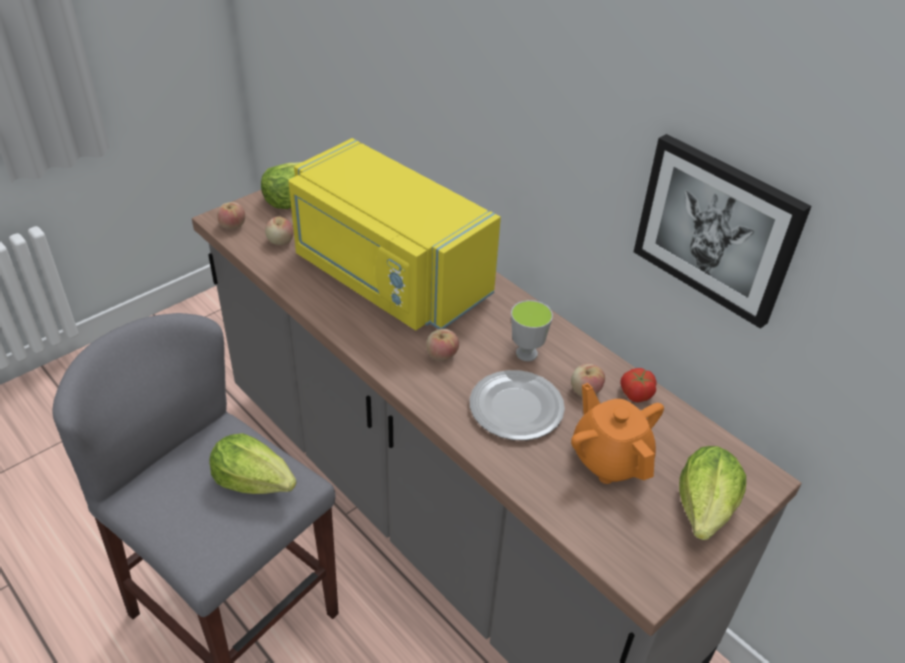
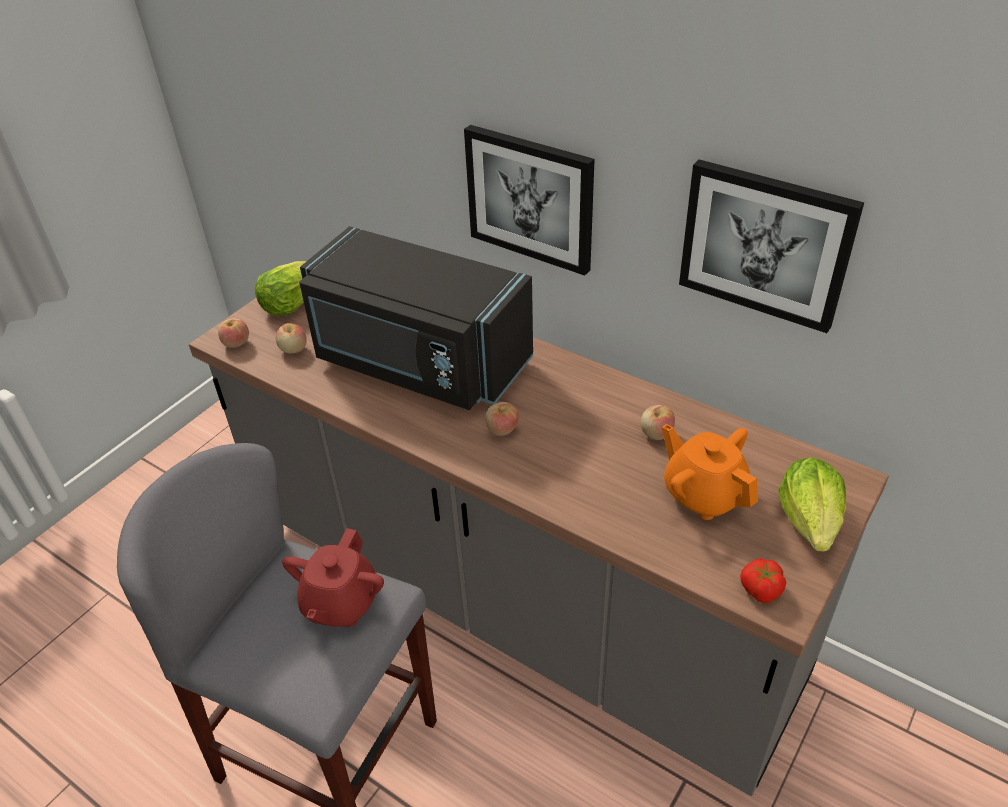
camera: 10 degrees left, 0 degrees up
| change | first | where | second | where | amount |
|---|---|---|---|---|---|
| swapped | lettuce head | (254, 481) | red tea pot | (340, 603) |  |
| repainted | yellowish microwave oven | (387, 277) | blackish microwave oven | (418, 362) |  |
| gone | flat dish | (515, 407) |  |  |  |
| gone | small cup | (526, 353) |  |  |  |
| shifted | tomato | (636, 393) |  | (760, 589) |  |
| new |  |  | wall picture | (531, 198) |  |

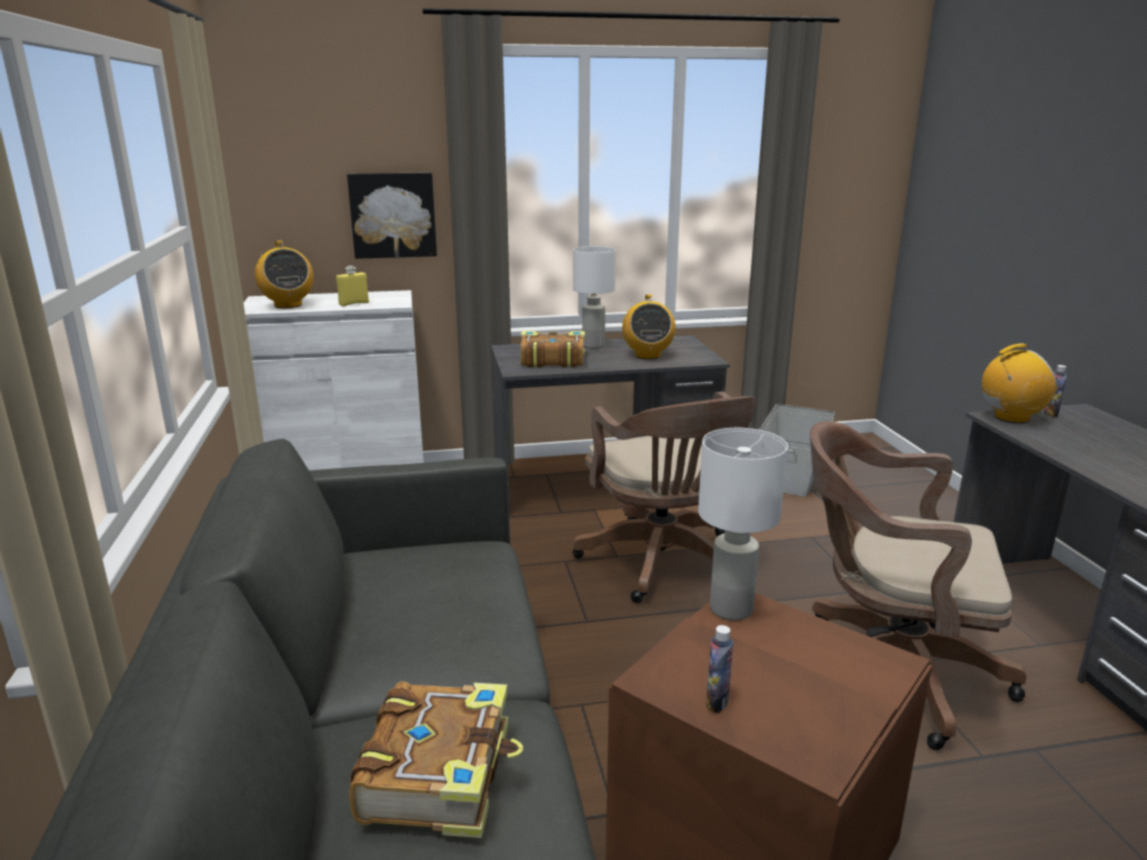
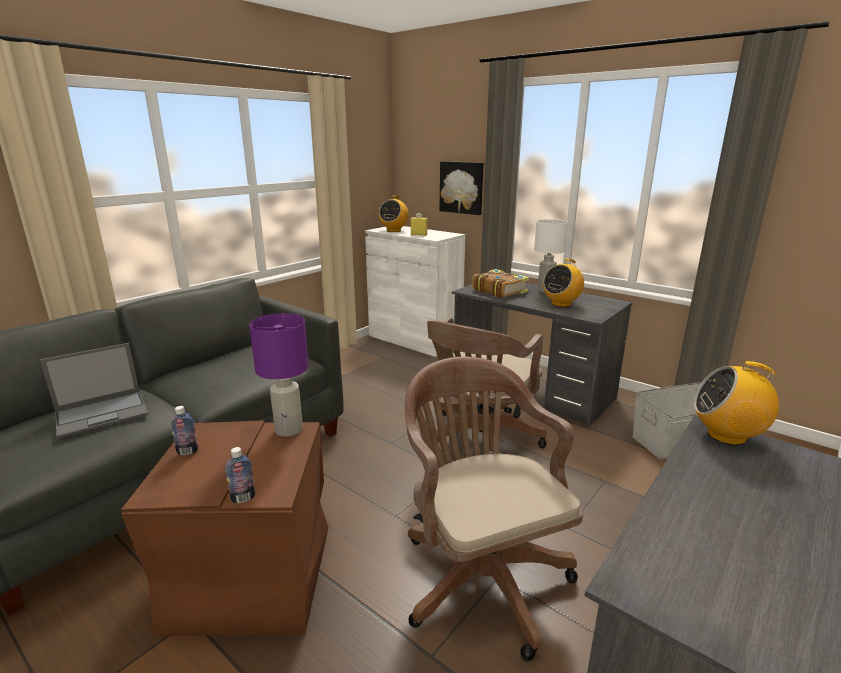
camera: 50 degrees right, 0 degrees up
| change | first | where | second | where | amount |
|---|---|---|---|---|---|
| swapped | bound book | (440, 773) | notebook computer | (103, 413) |  |
| repainted | whitish lamp for a table | (732, 609) | purple-coloured lamp for a table | (289, 430) |  |
| rotated | radio receiver | (1011, 417) |  | (727, 436) | 150 degrees clockwise |
| shifted | bottle | (1050, 414) |  | (243, 498) |  |

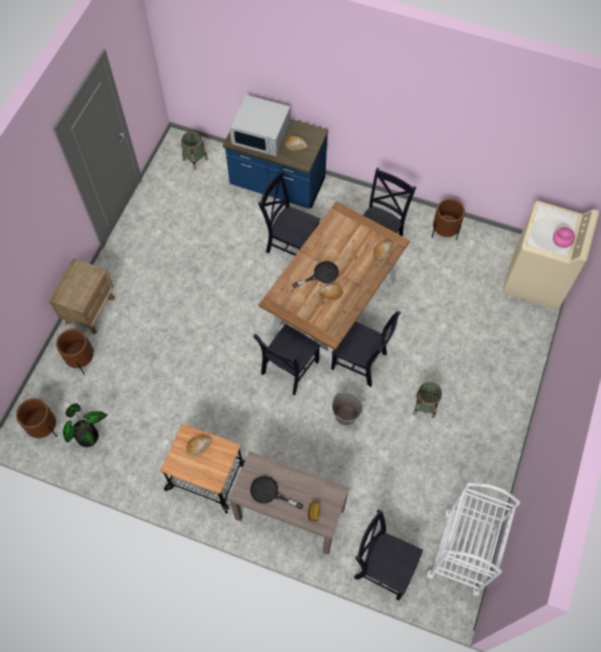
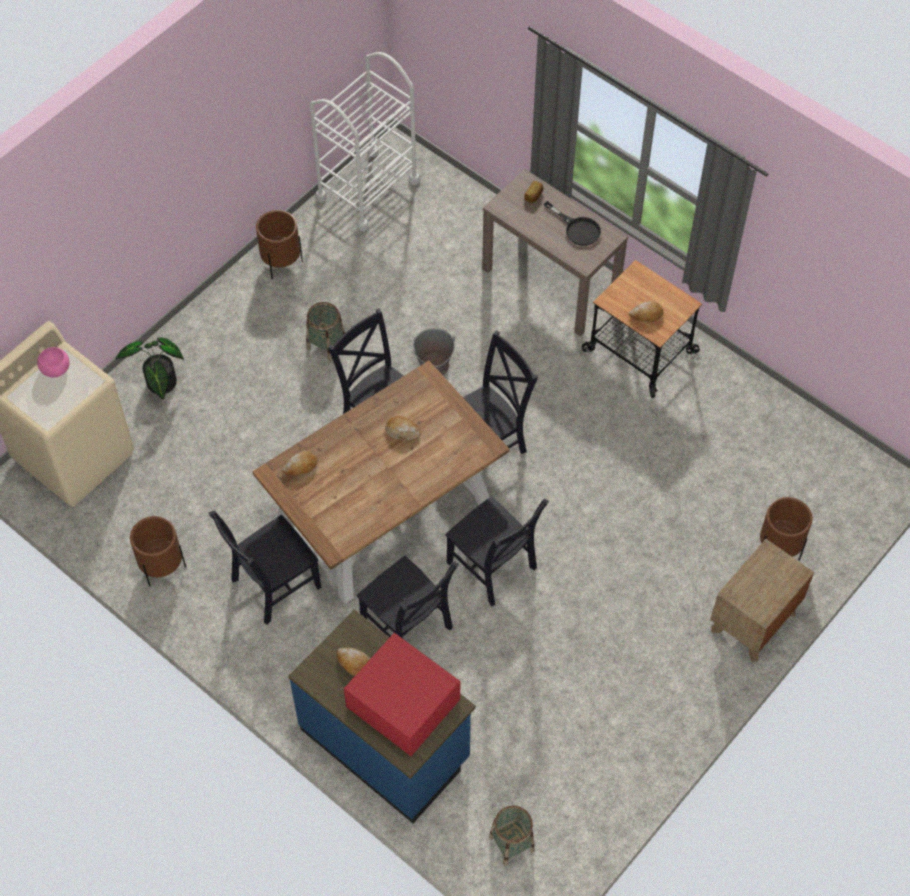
camera: 160 degrees left, 5 degrees down
| change | first | where | second | where | amount |
|---|---|---|---|---|---|
| shifted | brownish plant pot | (45, 428) |  | (281, 263) |  |
| shifted | houseplant | (88, 434) |  | (160, 385) |  |
| repainted | whitish microwave oven | (261, 134) | red microwave oven | (402, 703) |  |
| gone | blackish frying pan | (321, 275) |  |  |  |
| shifted | blackish upright chair | (383, 566) |  | (493, 568) |  |

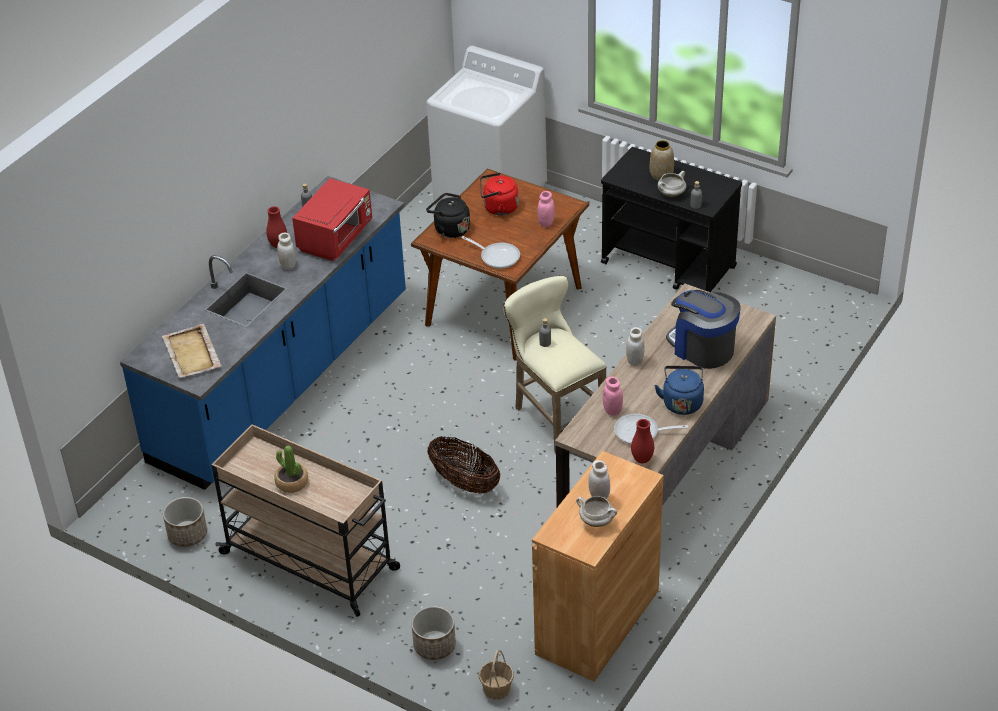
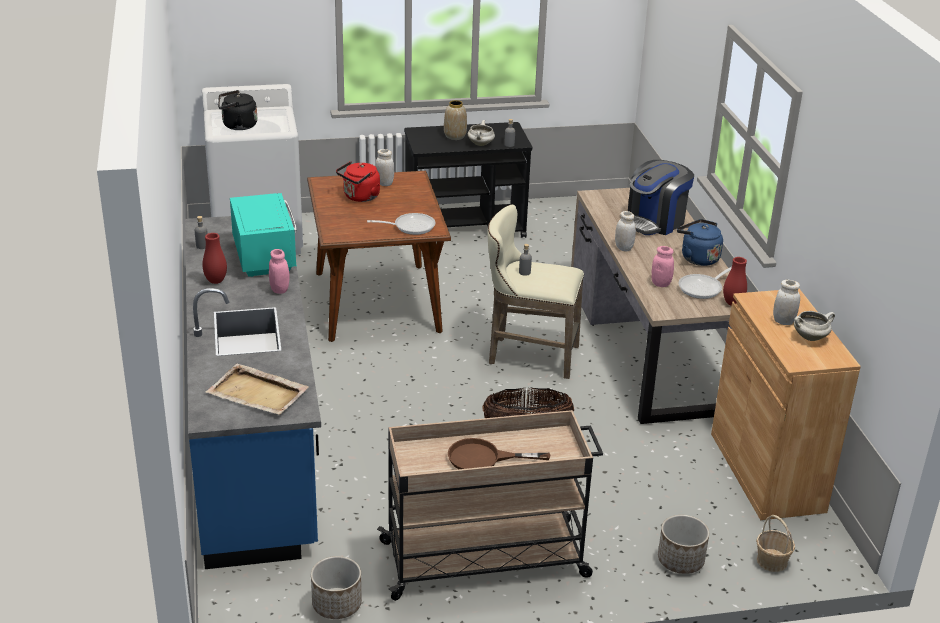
camera: 45 degrees left, 10 degrees down
| change | first | where | second | where | amount |
|---|---|---|---|---|---|
| swapped | houseplant | (291, 482) | brownish frying pan | (484, 458) |  |
| shifted | whitish jar | (288, 265) |  | (384, 183) |  |
| repainted | red microwave oven | (336, 238) | blue-green microwave oven | (265, 256) |  |
| shifted | blackish tea kettle | (449, 229) |  | (237, 126) |  |
| shifted | pink-coloured jar | (546, 223) |  | (279, 289) |  |
| rotated | coffee machine | (702, 348) |  | (655, 222) | 45 degrees counterclockwise |

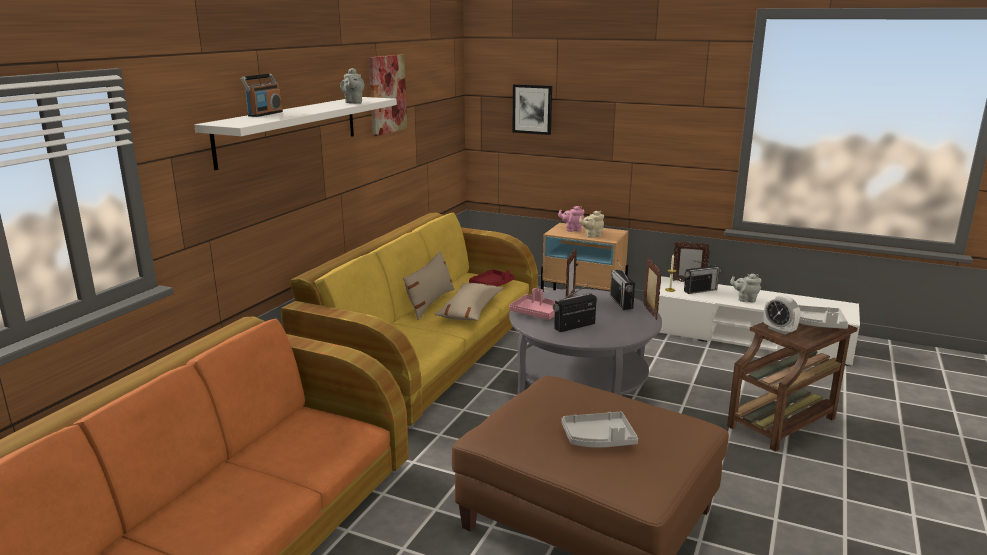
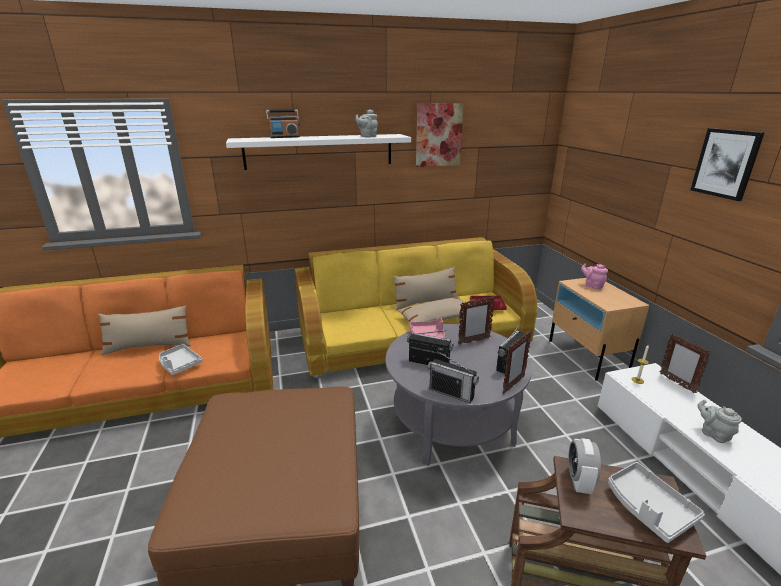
camera: 50 degrees right, 5 degrees up
| change | first | where | second | where | amount |
|---|---|---|---|---|---|
| shifted | wall picture | (532, 109) |  | (726, 163) |  |
| shifted | gray tray | (599, 439) |  | (179, 364) |  |
| gone | sand-coloured tea pot | (592, 235) |  |  |  |
| shifted | radio receiver | (700, 290) |  | (451, 393) |  |
| new |  |  | sand-coloured throw pillow | (149, 346) |  |

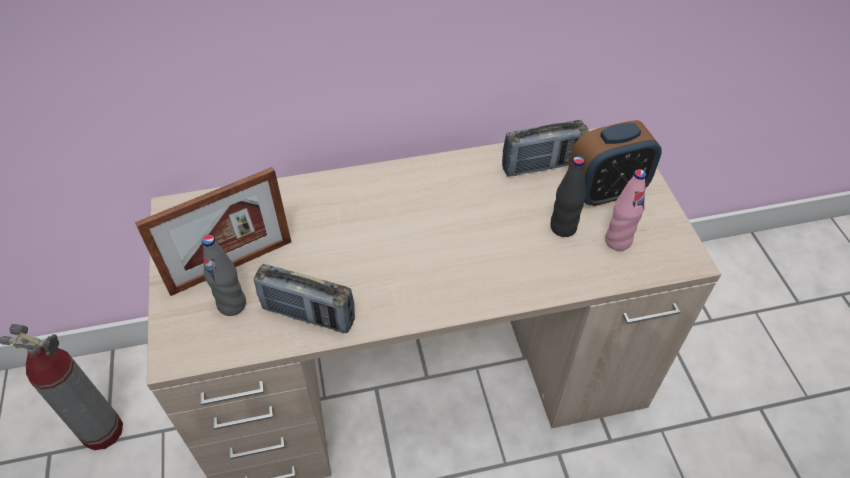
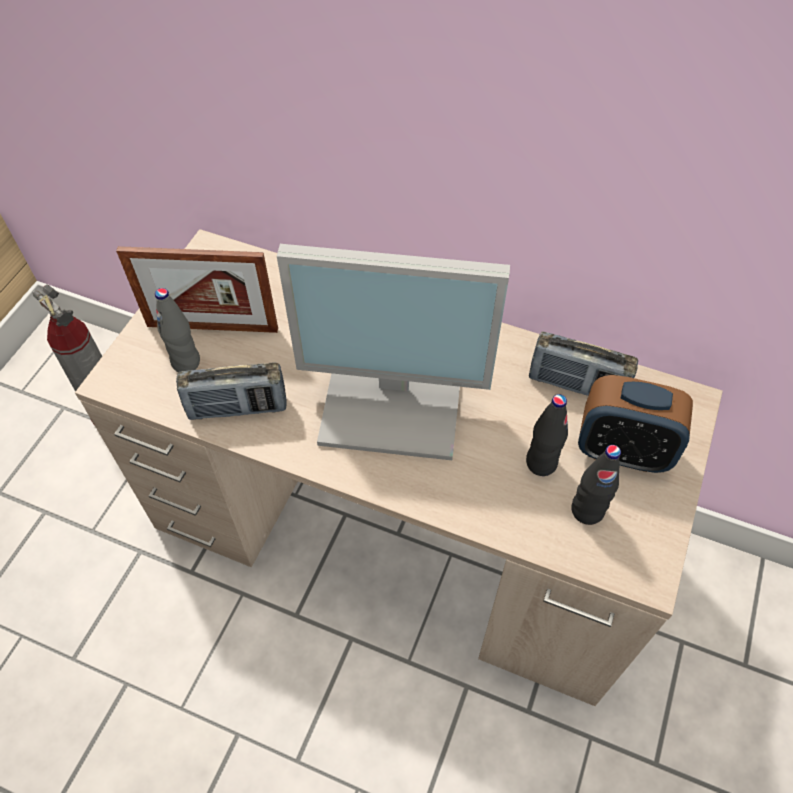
camera: 35 degrees right, 5 degrees up
| change | first | where | second | where | amount |
|---|---|---|---|---|---|
| rotated | radio receiver | (308, 315) |  | (238, 408) | 60 degrees counterclockwise |
| repainted | pink-coloured bottle | (618, 241) | blackish bottle | (587, 510) |  |
| new |  |  | computer screen | (395, 400) |  |

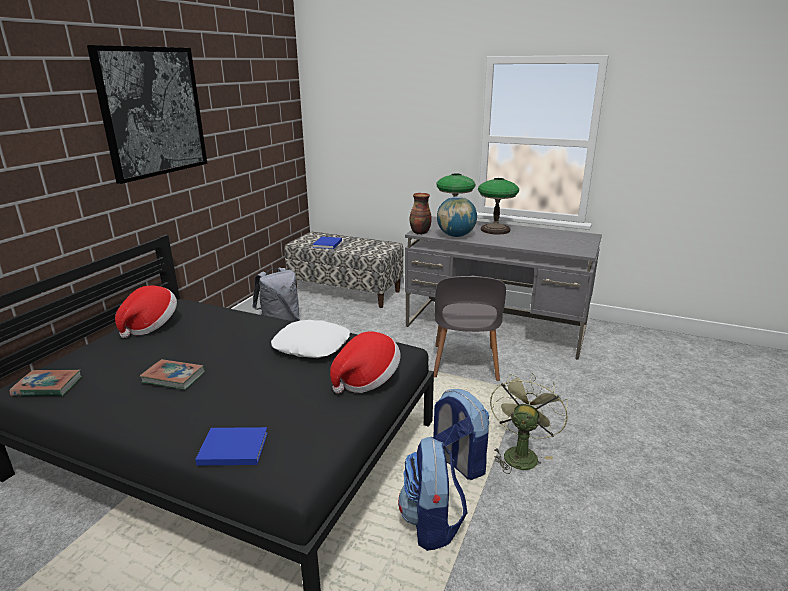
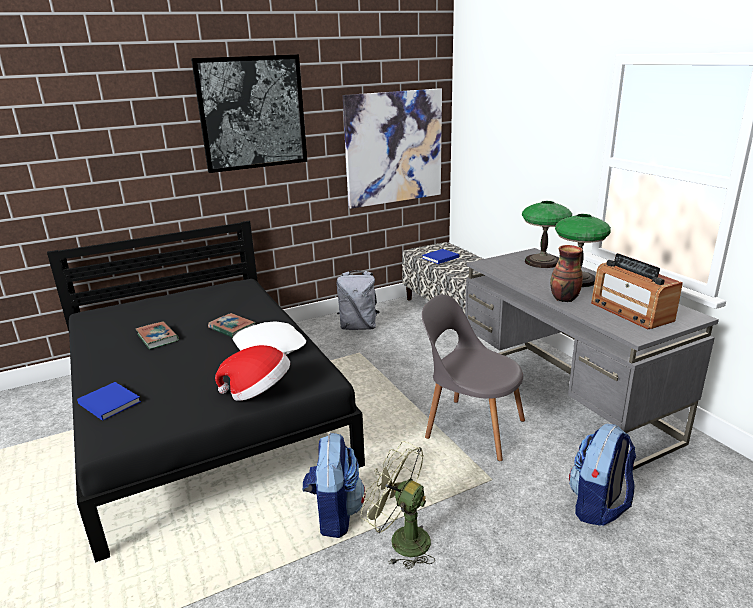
camera: 40 degrees right, 0 degrees up
| change | first | where | second | where | amount |
|---|---|---|---|---|---|
| shifted | bound book | (47, 387) |  | (232, 328) |  |
| gone | wearable hat | (151, 326) |  |  |  |
| shifted | backpack | (431, 524) |  | (598, 506) |  |
| shifted | flower vase | (420, 232) |  | (563, 299) |  |
| rotated | gray upright chair | (465, 364) |  | (471, 427) | 75 degrees clockwise |
| gone | world globe | (456, 236) |  |  |  |
| rotated | green-coloured electric fan | (520, 453) |  | (401, 539) | 120 degrees counterclockwise |
| new |  |  | wall picture | (394, 148) |  |
| new |  |  | radio receiver | (630, 311) |  |

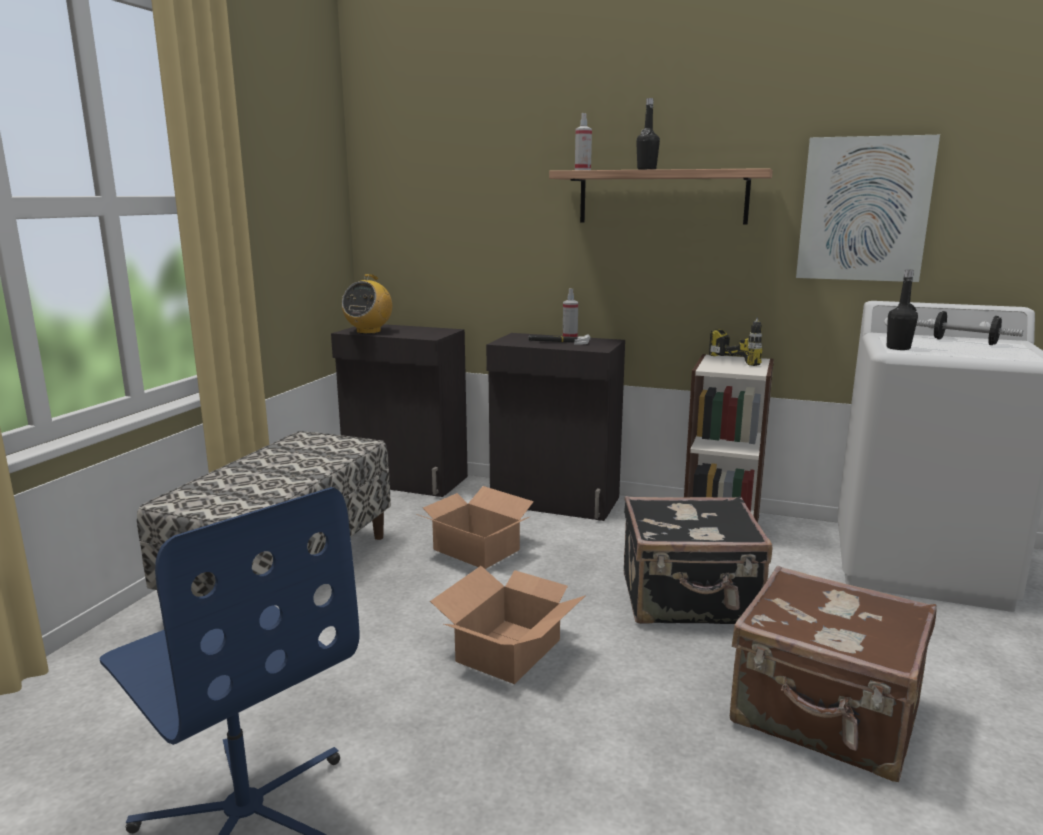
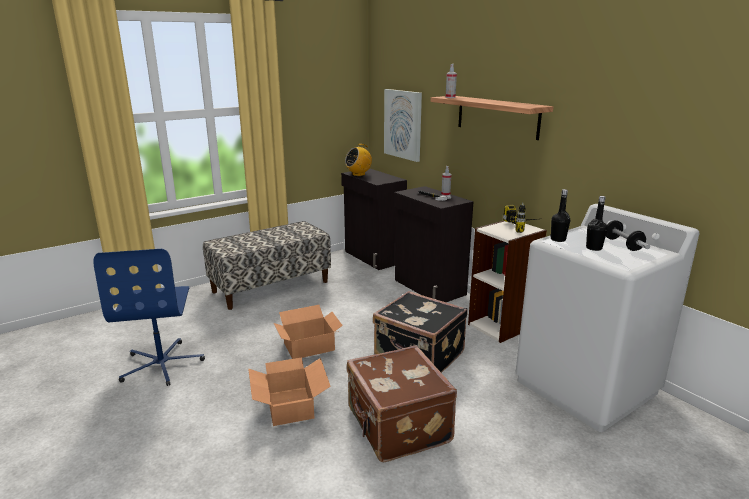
camera: 35 degrees right, 5 degrees up
| change | first | where | second | where | amount |
|---|---|---|---|---|---|
| shifted | carton | (476, 550) |  | (289, 406) |  |
| shifted | blackish bottle | (646, 169) |  | (594, 248) |  |
| shifted | wall picture | (863, 209) |  | (403, 124) |  |

